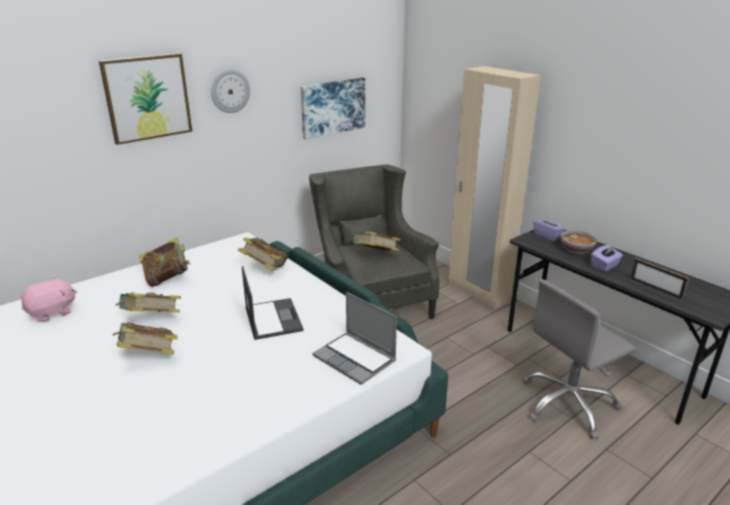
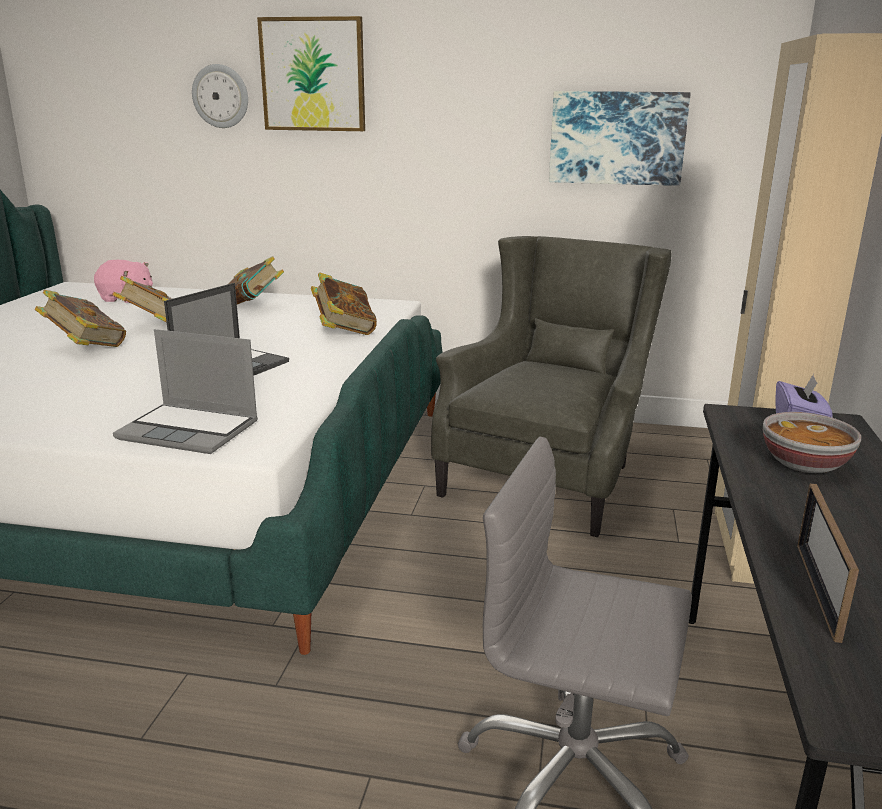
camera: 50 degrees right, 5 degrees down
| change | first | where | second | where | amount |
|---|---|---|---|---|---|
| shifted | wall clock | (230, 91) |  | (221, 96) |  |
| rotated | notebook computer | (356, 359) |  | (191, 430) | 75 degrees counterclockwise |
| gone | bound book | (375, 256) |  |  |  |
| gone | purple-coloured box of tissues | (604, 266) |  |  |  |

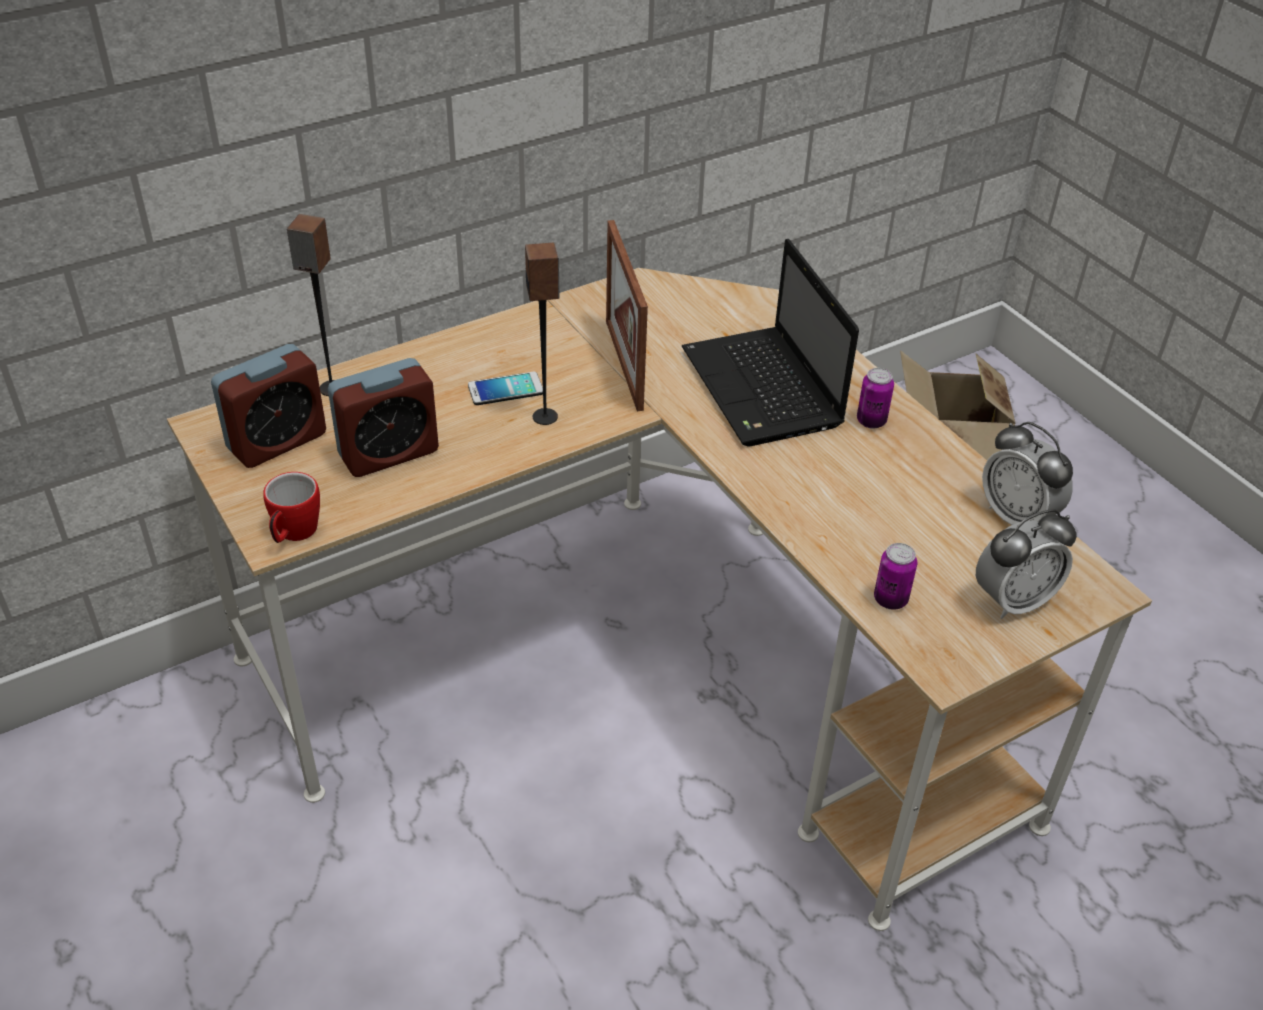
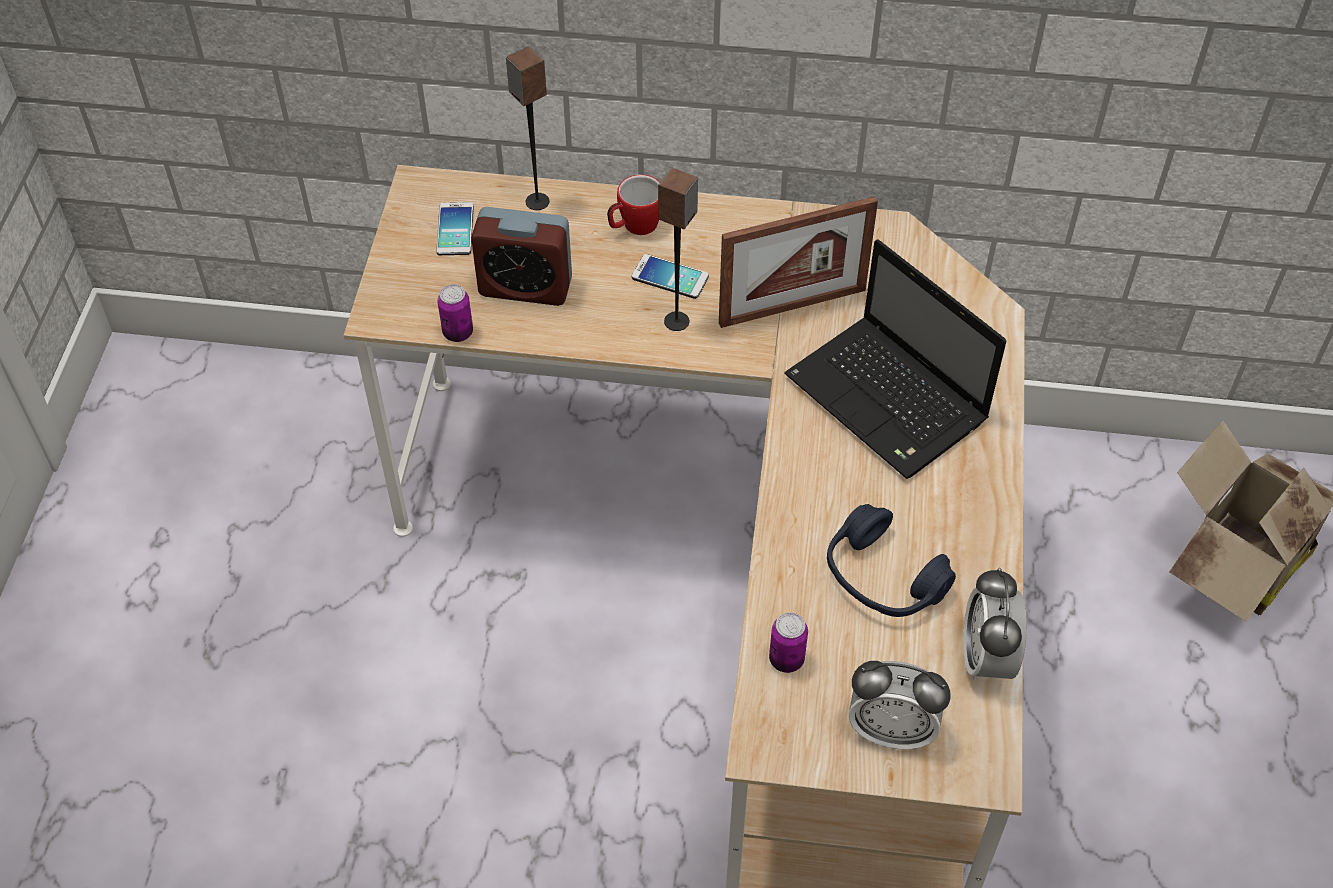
camera: 40 degrees right, 10 degrees up
| change | first | where | second | where | amount |
|---|---|---|---|---|---|
| swapped | alarm clock | (277, 441) | handset | (455, 229) |  |
| shifted | tea mug | (294, 534) |  | (634, 227) |  |
| rotated | picture frame | (624, 364) |  | (792, 306) | 135 degrees counterclockwise |
| rotated | notebook computer | (764, 390) |  | (889, 401) | 60 degrees counterclockwise |
| shifted | sealed can | (871, 421) |  | (458, 333) |  |
| new |  |  | bluish headset | (883, 578) |  |

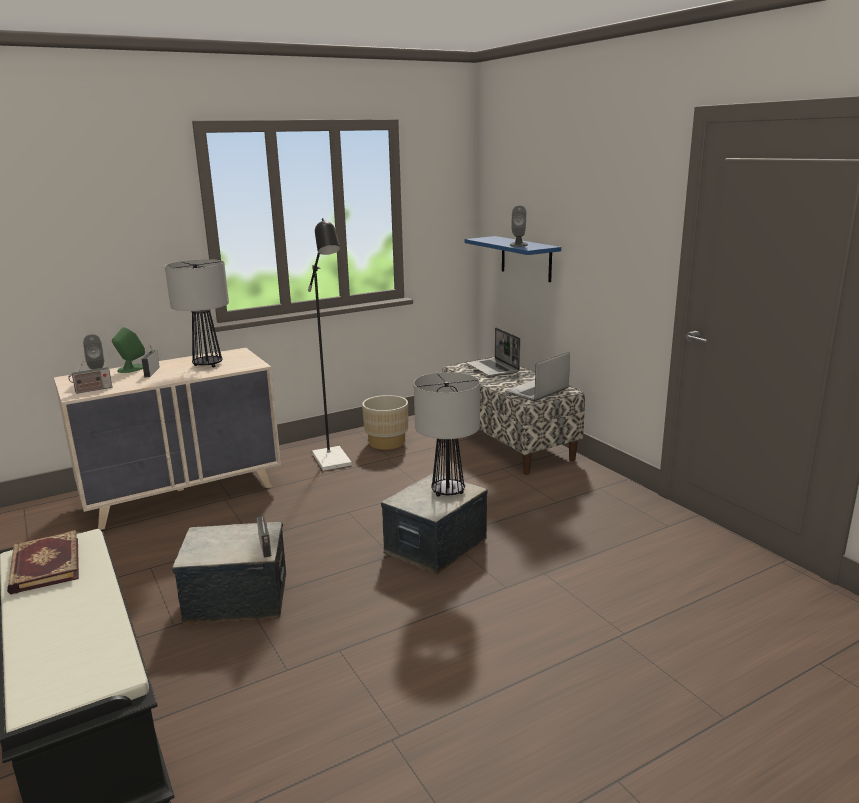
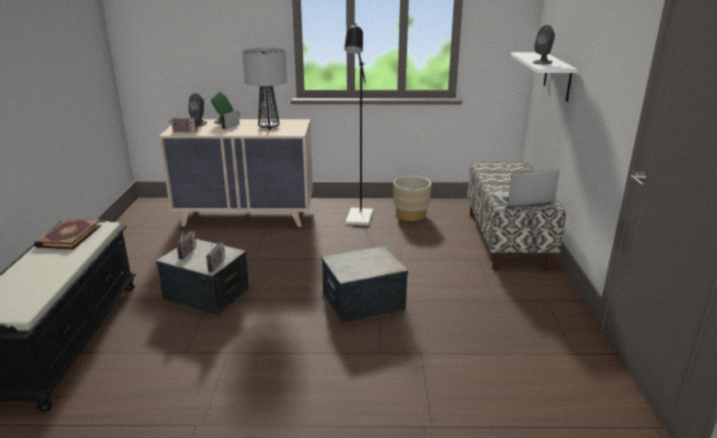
camera: 30 degrees right, 5 degrees up
| change | first | where | second | where | amount |
|---|---|---|---|---|---|
| gone | lamp for a table | (448, 492) |  |  |  |
| repainted | bluish wall shelf | (526, 258) | whitish wall shelf | (557, 76) |  |
| gone | notebook computer | (493, 368) |  |  |  |
| new |  |  | radio receiver | (187, 253) |  |

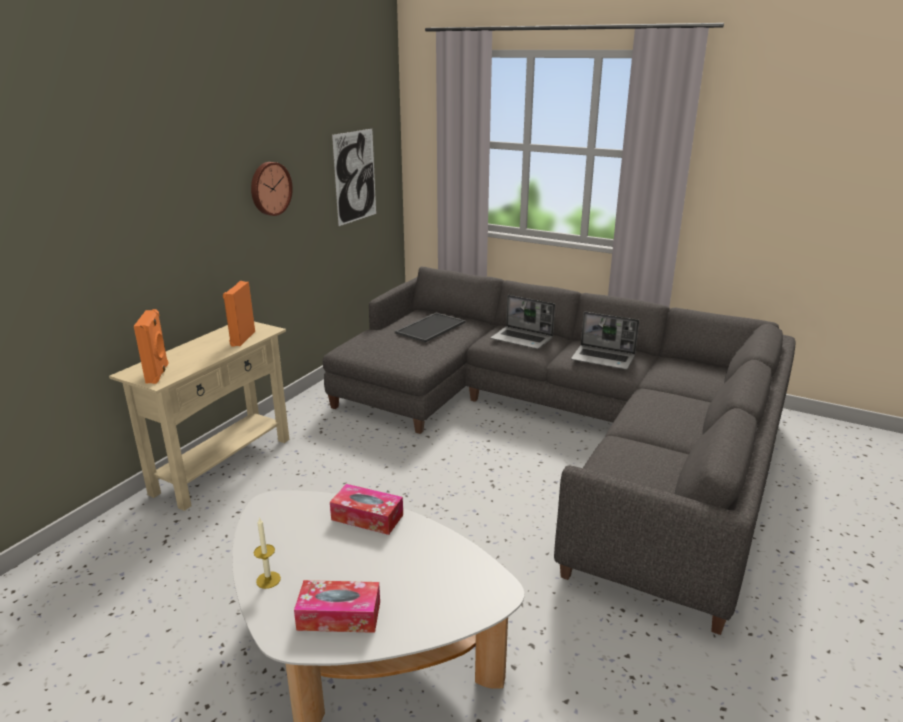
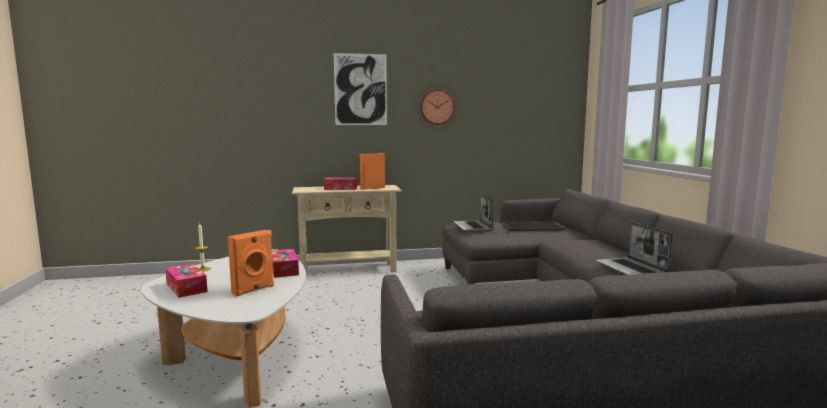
camera: 50 degrees right, 15 degrees down
| change | first | where | second | where | amount |
|---|---|---|---|---|---|
| shifted | orangey loudspeaker | (158, 374) |  | (254, 290) |  |
| shifted | wall picture | (355, 176) |  | (360, 89) |  |
| shifted | notebook computer | (522, 339) |  | (473, 227) |  |
| new |  |  | box of tissues | (340, 188) |  |

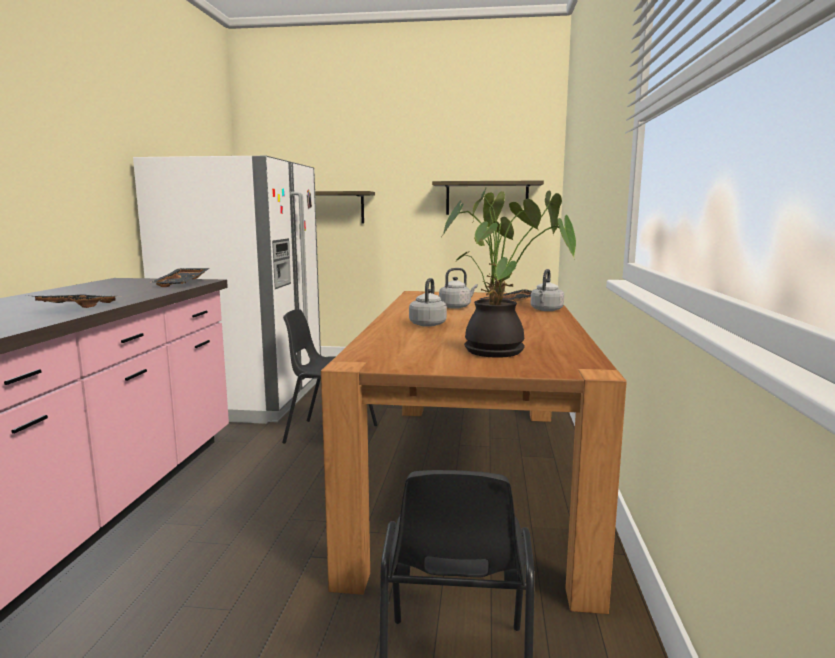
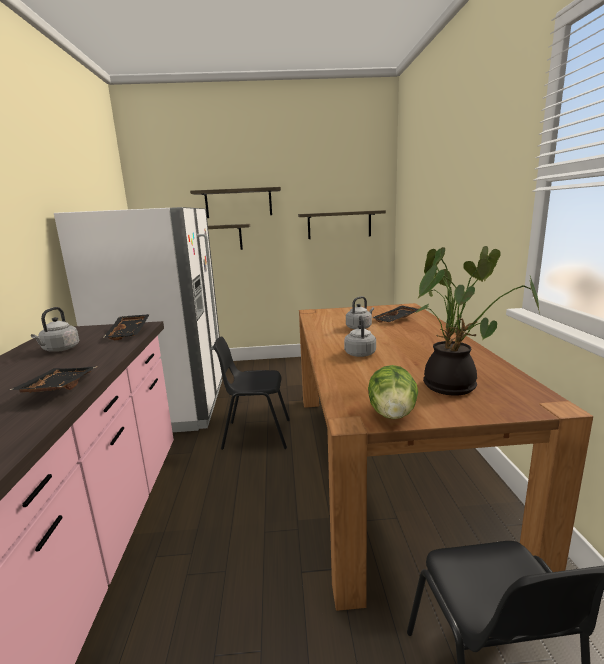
camera: 10 degrees left, 5 degrees up
| change | first | where | second | where | amount |
|---|---|---|---|---|---|
| shifted | gray tea kettle | (546, 310) |  | (59, 349) |  |
| new |  |  | wall shelf | (238, 203) |  |
| new |  |  | lettuce head | (392, 414) |  |

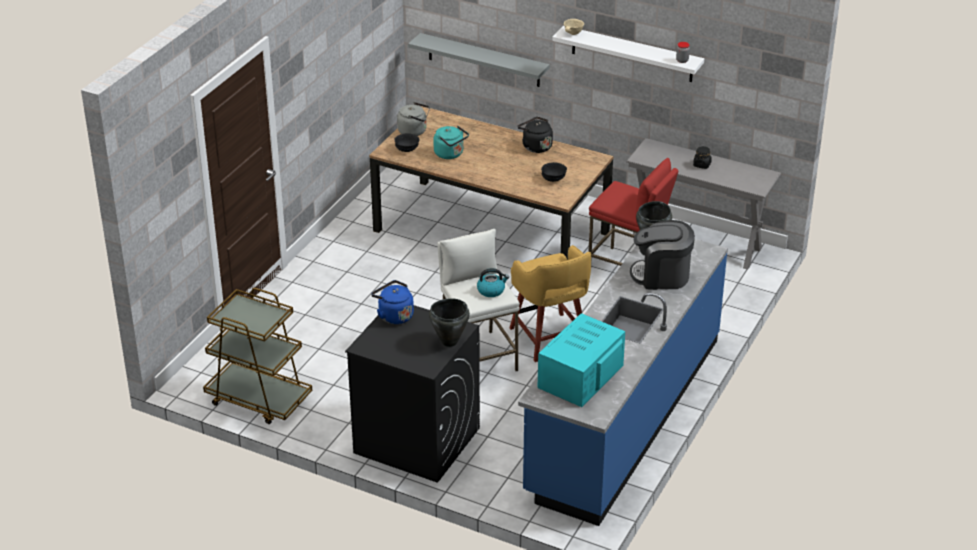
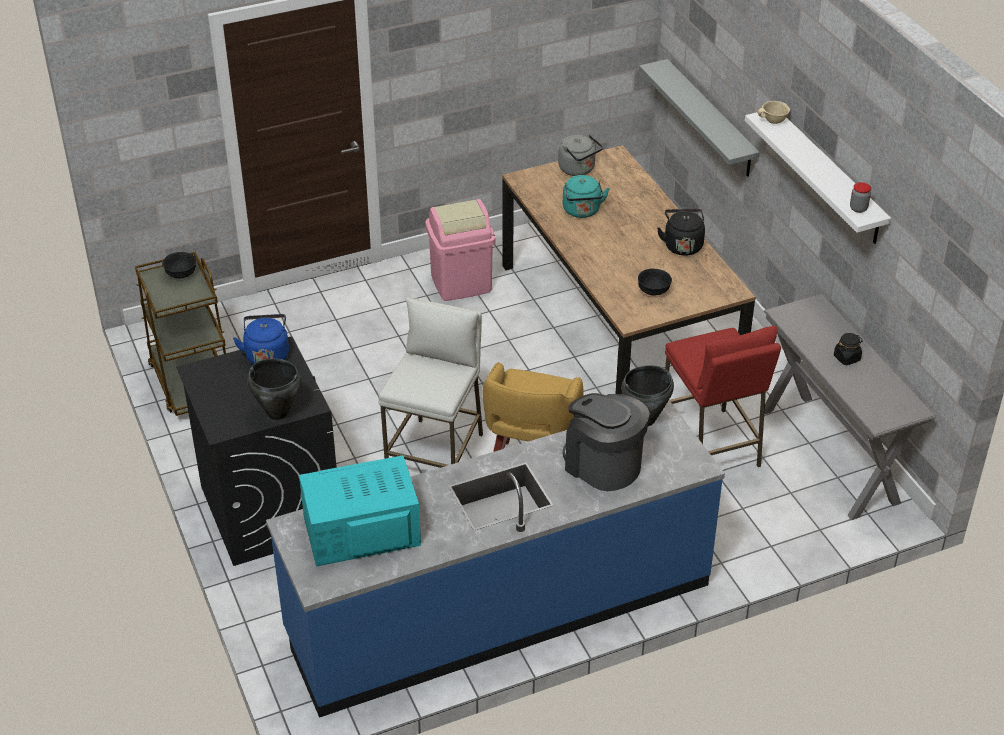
camera: 40 degrees right, 5 degrees up
| change | first | where | second | where | amount |
|---|---|---|---|---|---|
| shifted | blackish deep dish | (406, 149) |  | (180, 274) |  |
| gone | tea kettle | (491, 290) |  |  |  |
| new |  |  | pink-coloured trash can | (461, 283) |  |

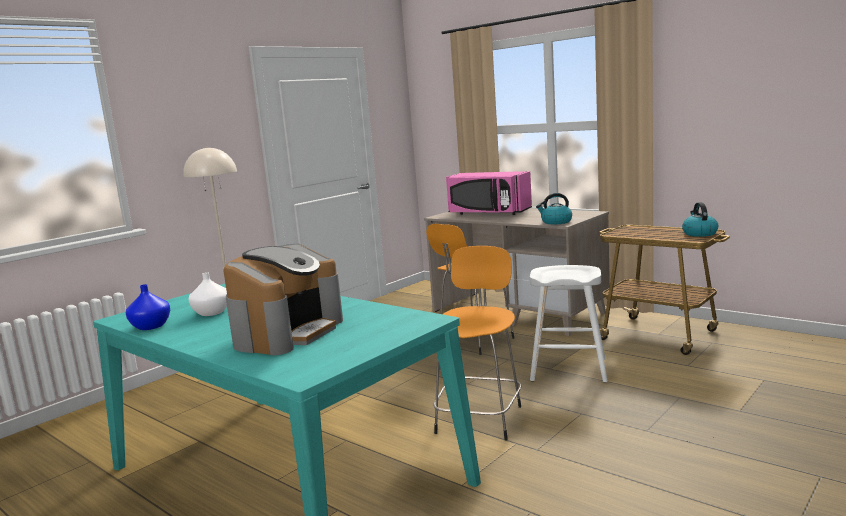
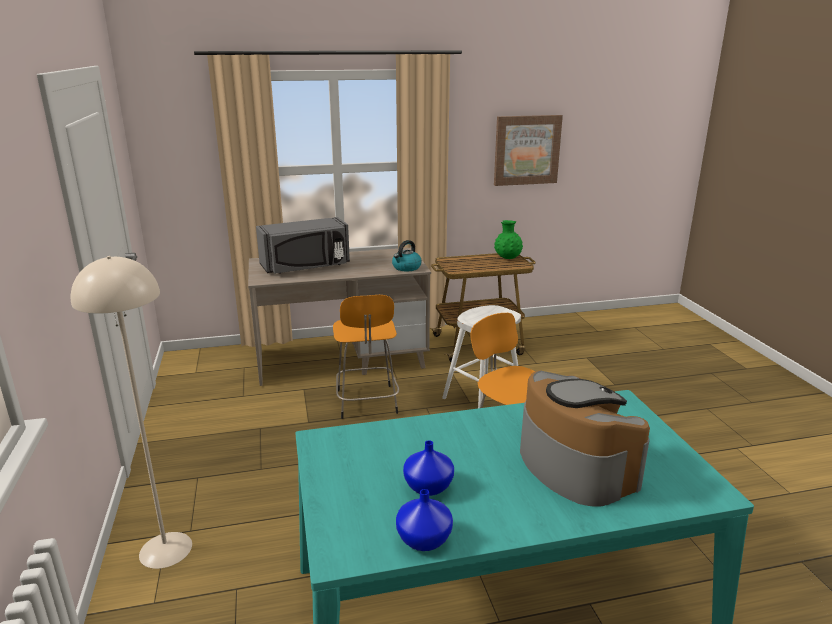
camera: 55 degrees left, 10 degrees up
| change | first | where | second | where | amount |
|---|---|---|---|---|---|
| repainted | whitish flower vase | (212, 313) | bluish flower vase | (429, 487) |  |
| repainted | pink-coloured microwave oven | (488, 213) | gray microwave oven | (306, 266) |  |
| swapped | tea kettle | (699, 233) | green-coloured flower vase | (507, 258) |  |
| new |  |  | wall picture | (526, 150) |  |

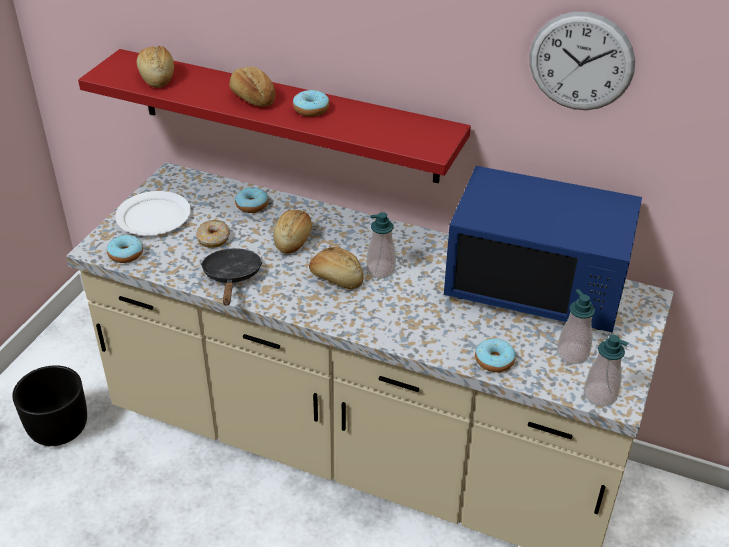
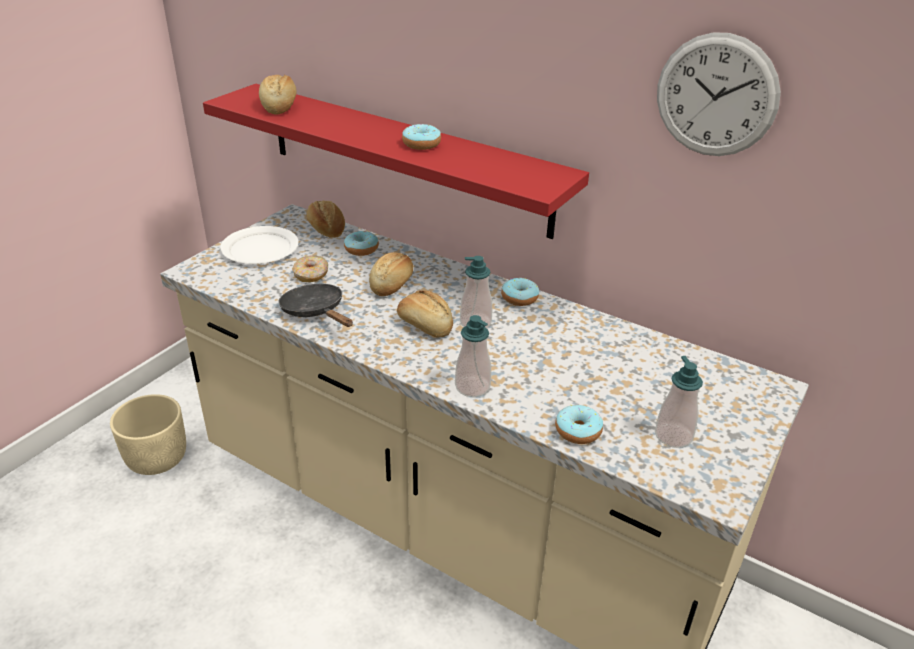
camera: 10 degrees right, 5 degrees down
| change | first | where | second | where | amount |
|---|---|---|---|---|---|
| repainted | blackish plant pot | (59, 427) | sand-coloured plant pot | (157, 458) |  |
| shifted | donut | (126, 254) |  | (519, 298) |  |
| rotated | blackish frying pan | (232, 277) |  | (316, 312) | 45 degrees counterclockwise |
| shifted | bakery bread | (252, 98) |  | (326, 229) |  |
| gone | bluish microwave oven | (536, 286) |  |  |  |
| shifted | soap dispenser | (600, 395) |  | (472, 387) |  |

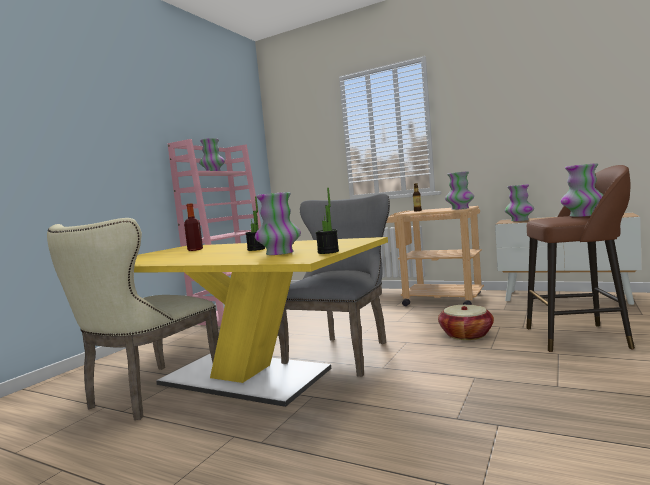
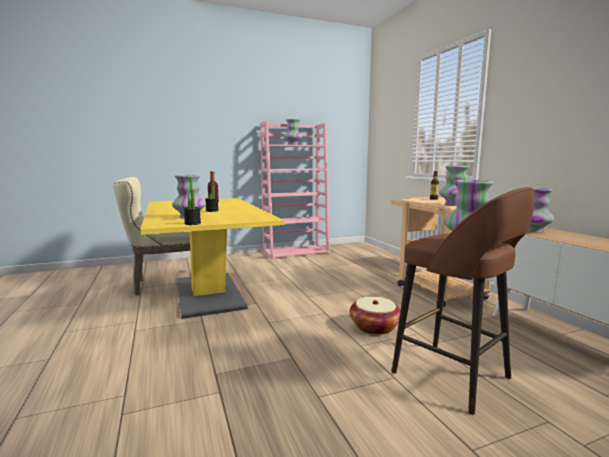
camera: 40 degrees right, 5 degrees up
| change | first | where | second | where | amount |
|---|---|---|---|---|---|
| gone | gray upright chair | (343, 352) |  |  |  |

